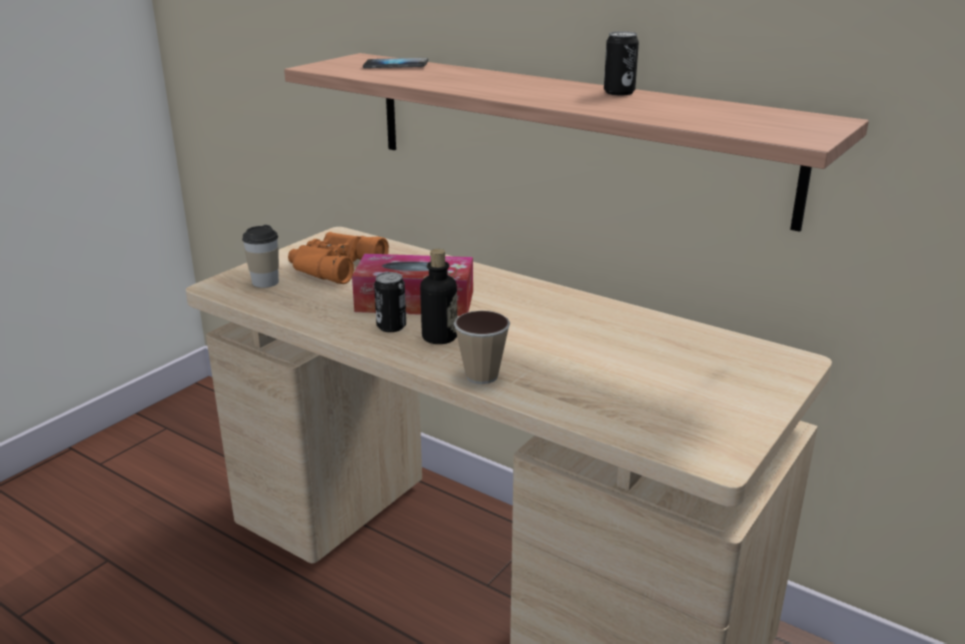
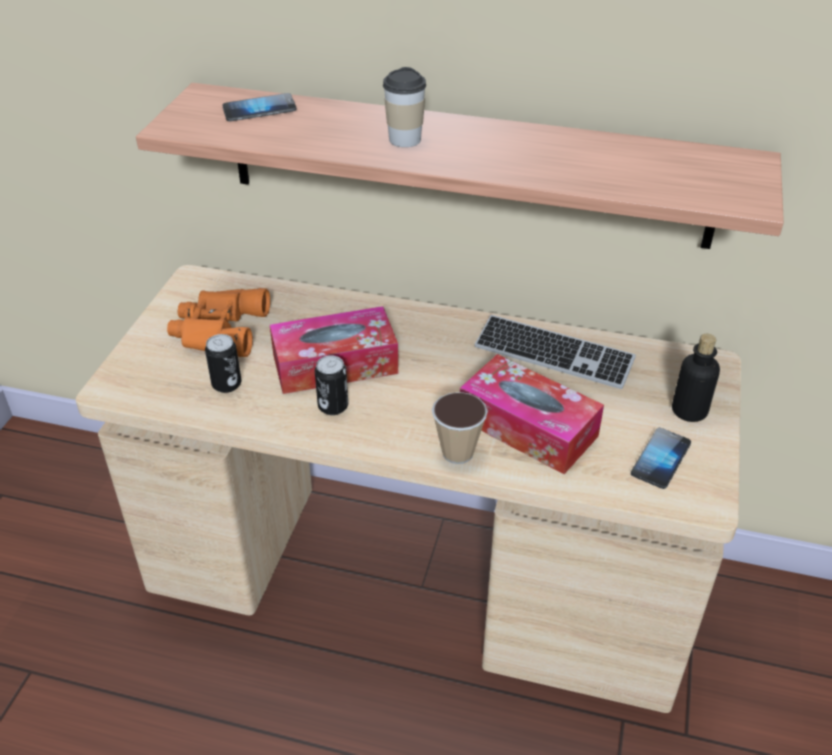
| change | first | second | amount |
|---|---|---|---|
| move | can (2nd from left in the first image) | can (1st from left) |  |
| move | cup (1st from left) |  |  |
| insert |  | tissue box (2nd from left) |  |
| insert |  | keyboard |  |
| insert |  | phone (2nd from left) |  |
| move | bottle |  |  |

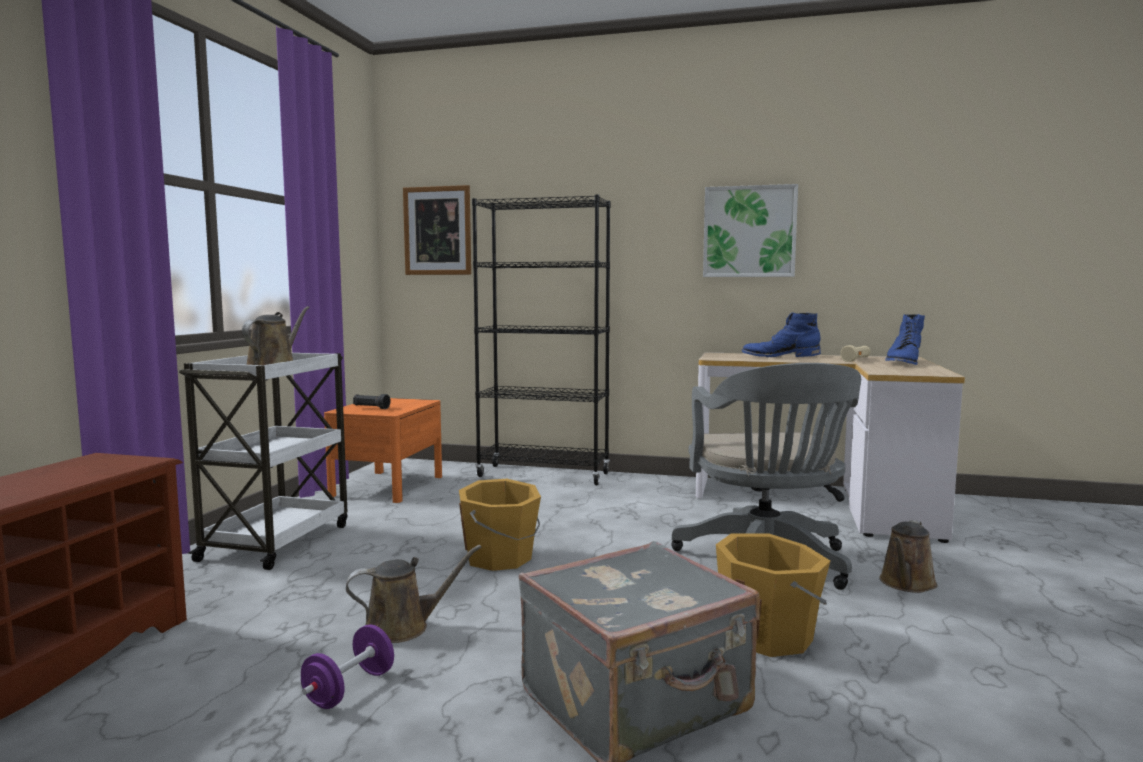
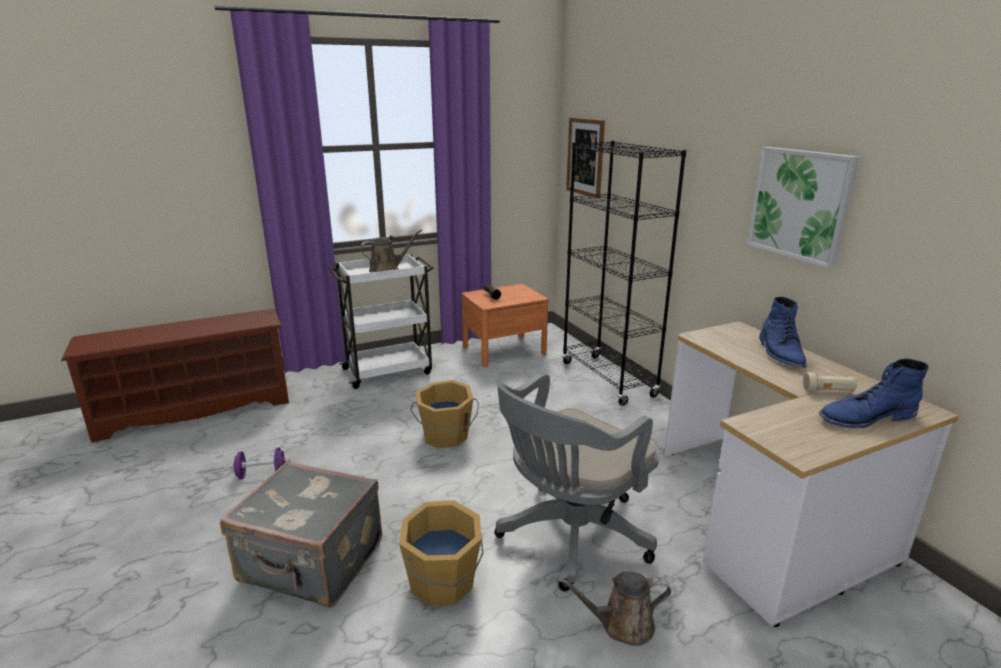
| change | first | second | amount |
|---|---|---|---|
| rotate | blue boot (1st from left) |  | 150 degrees counterclockwise |
| delete | brown watering can (2nd from left) |  |  |

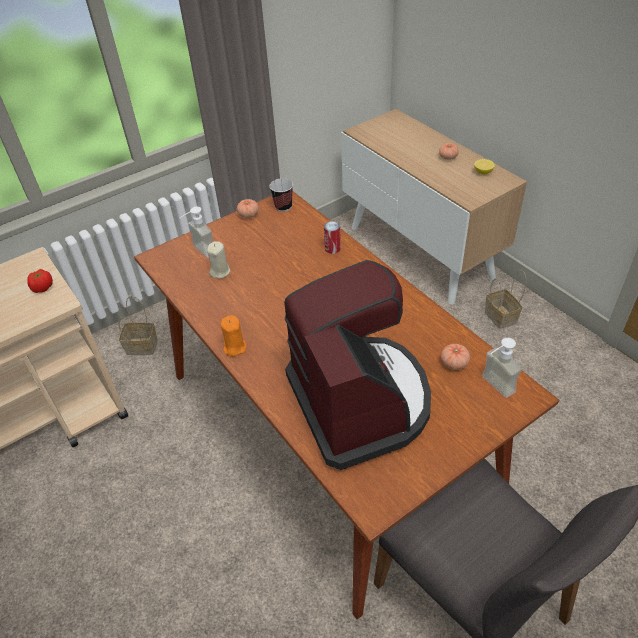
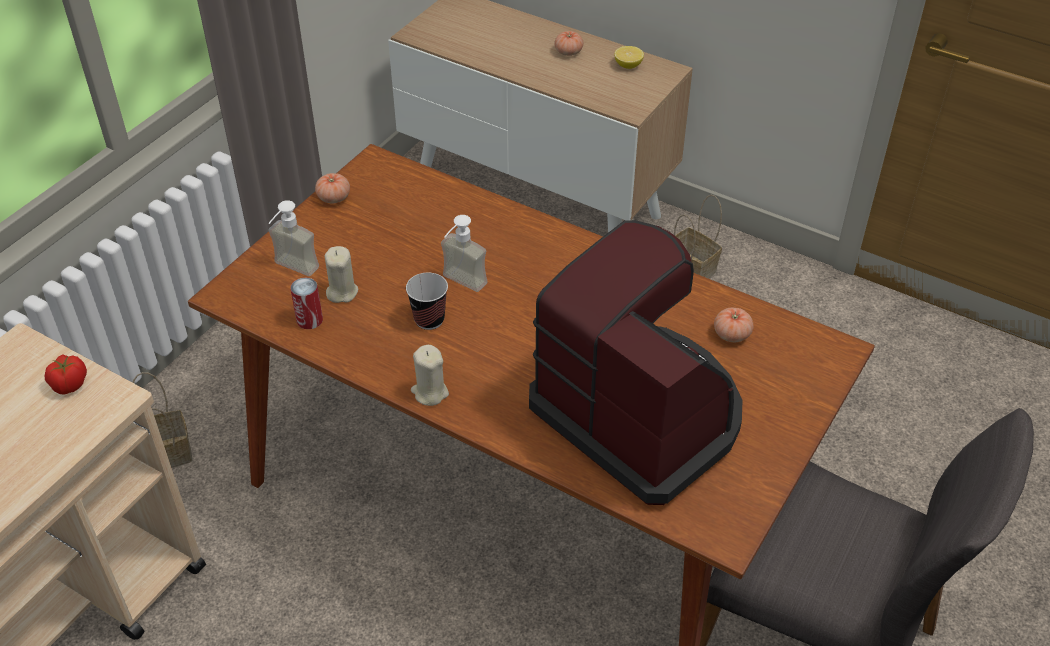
| change | first | second | amount |
|---|---|---|---|
| move | can |  |  |
| move | cup |  |  |
| recolor | orange candle | beige candle (2nd from left) |  |
| move | soap dispenser (2nd from left) |  |  |

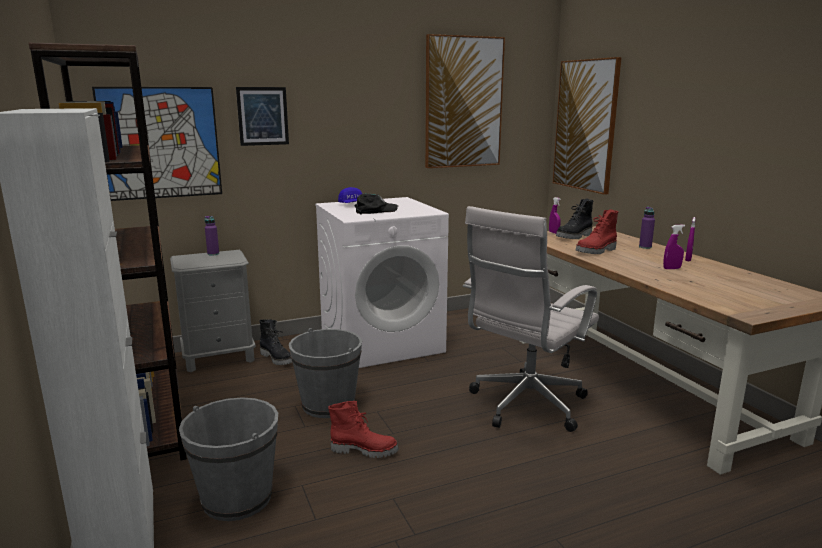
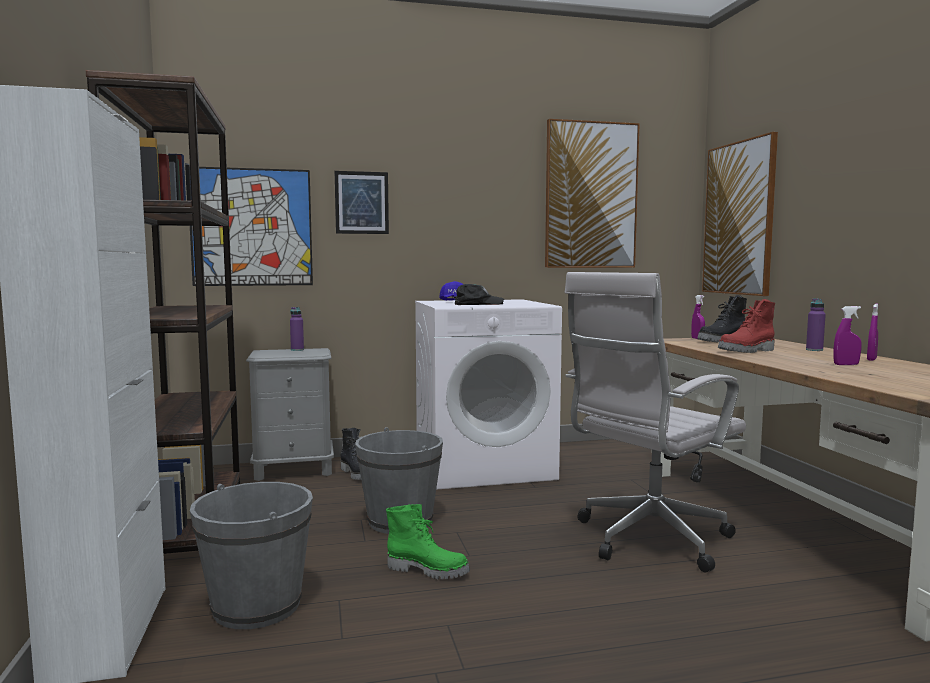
| change | first | second | amount |
|---|---|---|---|
| recolor | red boot (1st from left) | green boot |  |

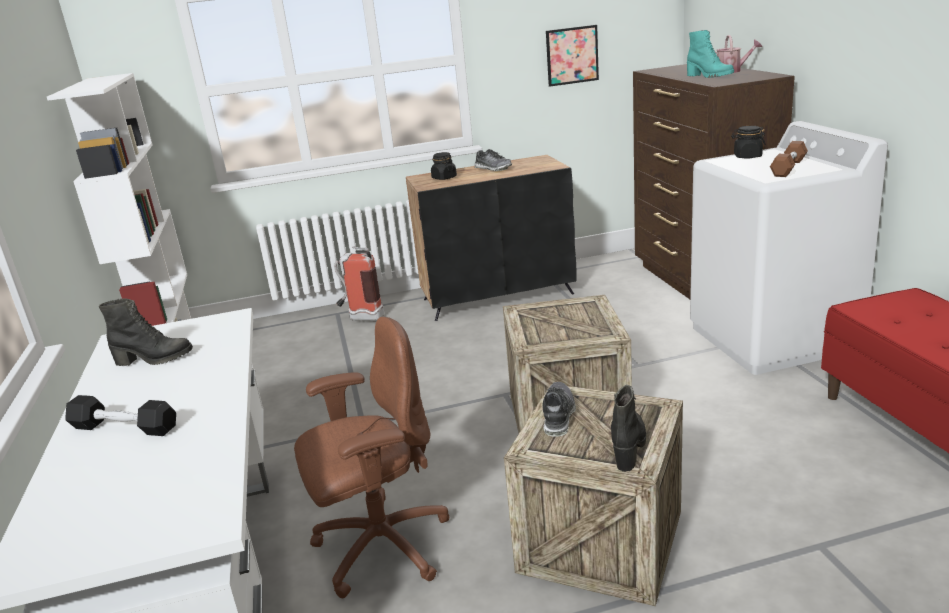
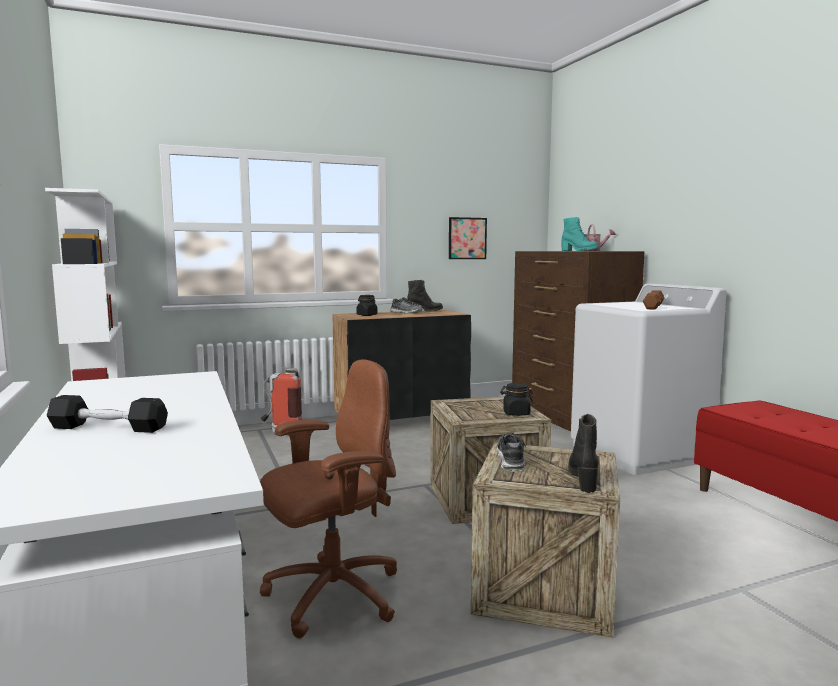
| change | first | second | amount |
|---|---|---|---|
| move | black boot (1st from left) |  |  |
| move | black jar (2nd from left) |  |  |

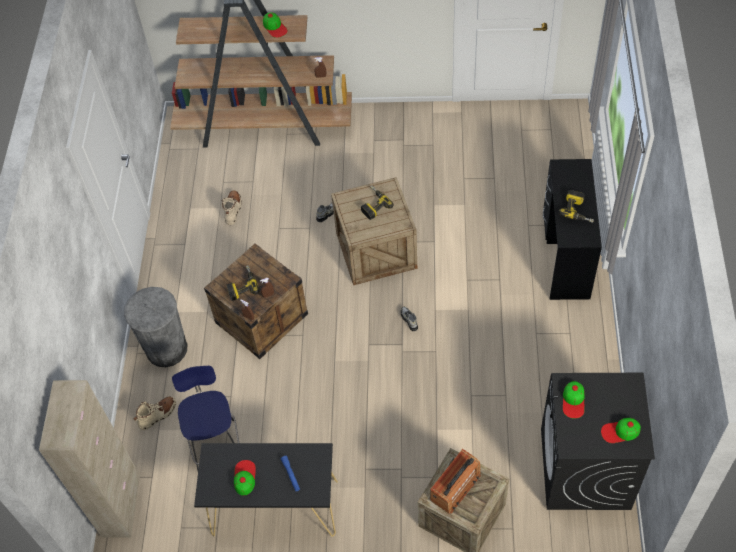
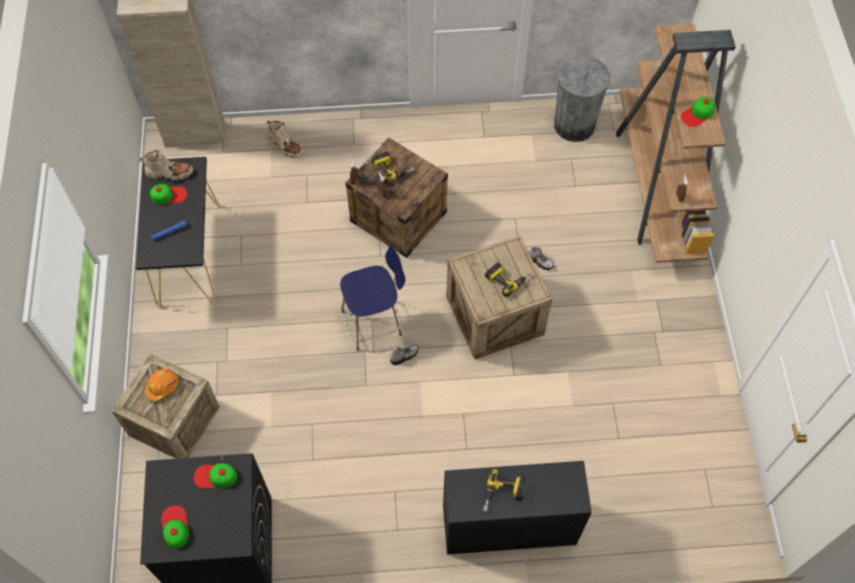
| change | first | second | amount |
|---|---|---|---|
| move | beige boot (2nd from left in the first image) | beige boot (1st from left) |  |
| replace | radio | orange hard hat |  |
| move | blue stool |  |  |
| move | grey trash can |  |  |

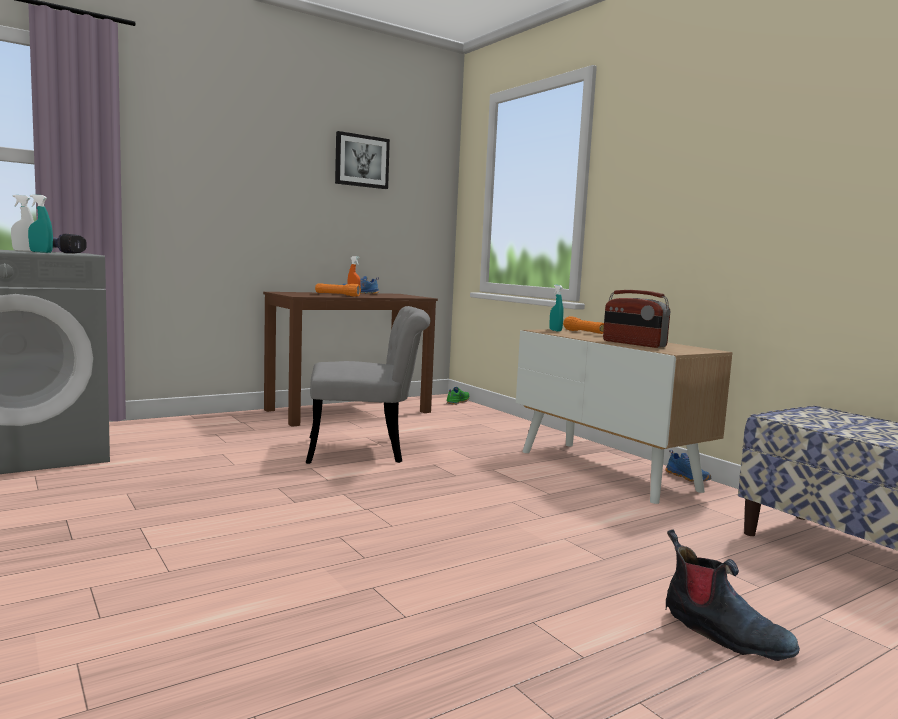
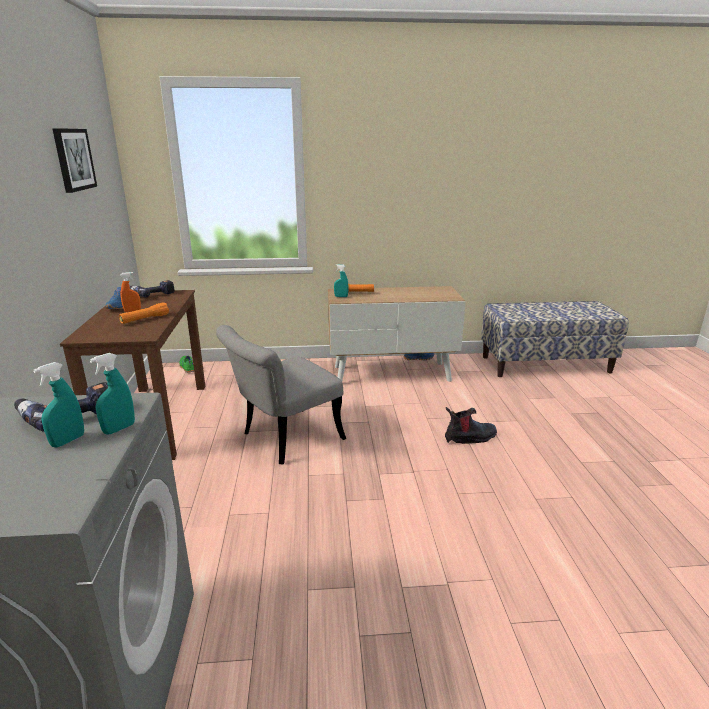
| change | first | second | amount |
|---|---|---|---|
| recolor | white spray bottle | turquoise spray bottle (1st from left) |  |
| insert |  | power drill (2nd from left) |  |
| rotate | grey chair |  | 150 degrees counterclockwise |
| move | boot |  |  |
| delete | radio |  |  |

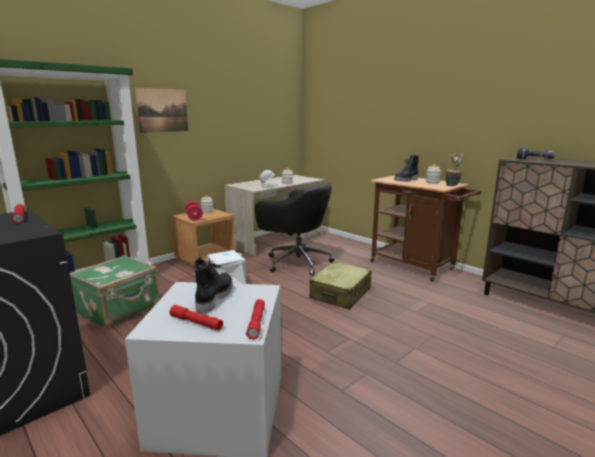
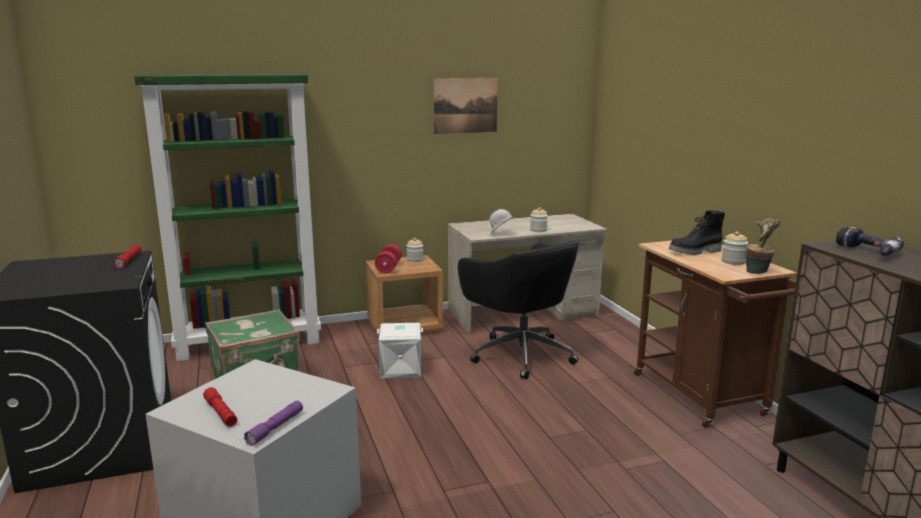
| change | first | second | amount |
|---|---|---|---|
| recolor | red flashlight (3rd from left) | purple flashlight |  |
| move | picture |  |  |
| delete | black boot (1st from left) |  |  |
| delete | beige suitcase |  |  |

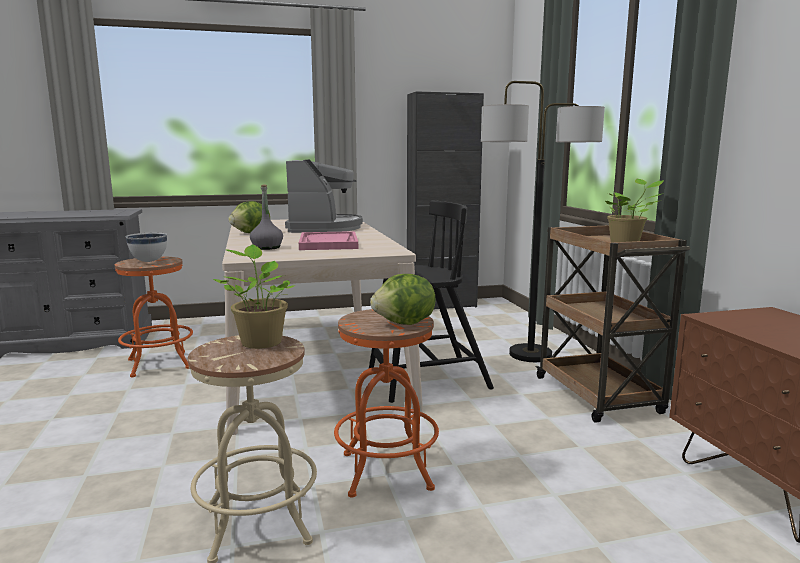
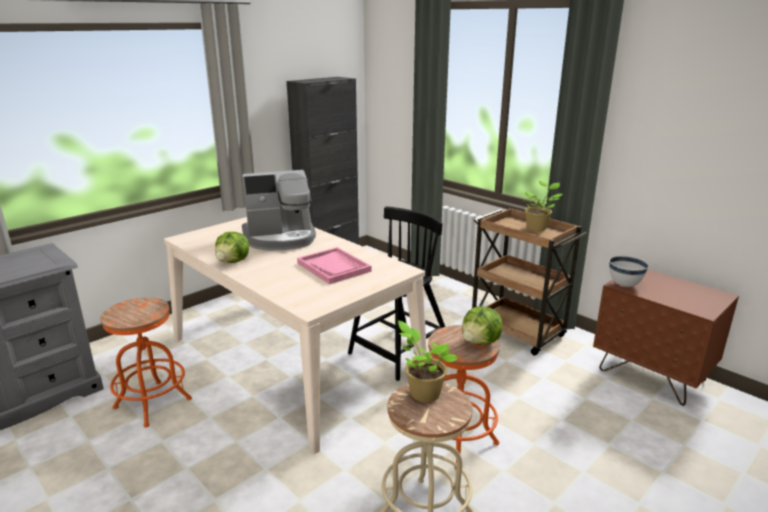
| change | first | second | amount |
|---|---|---|---|
| rotate | coffee machine |  | 105 degrees clockwise |
| move | white bowl |  |  |
| delete | grey bottle |  |  |
| delete | floor lamp |  |  |

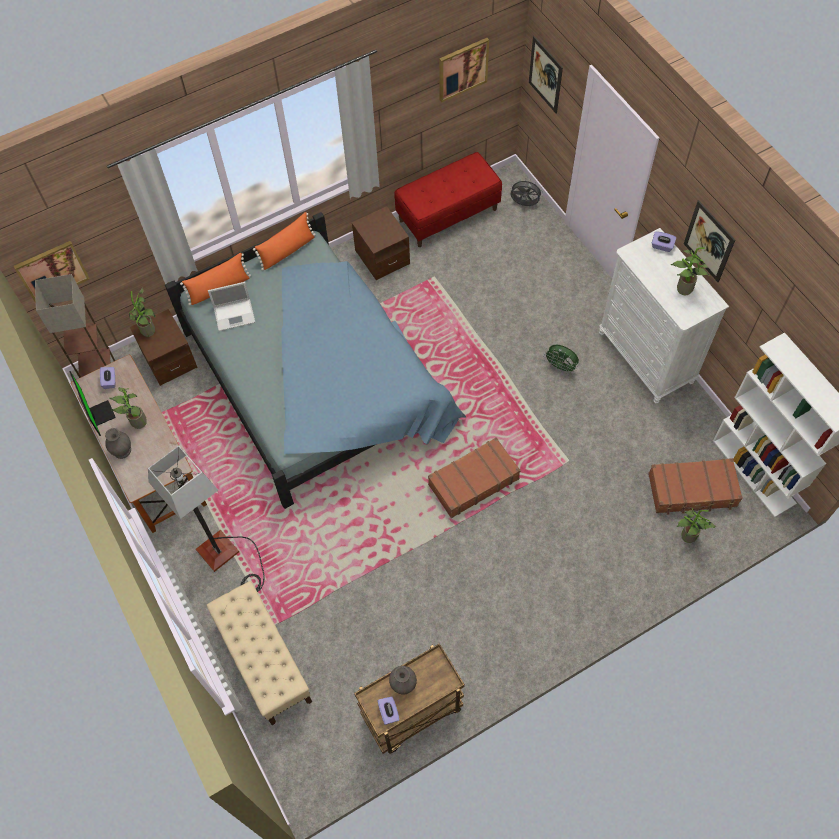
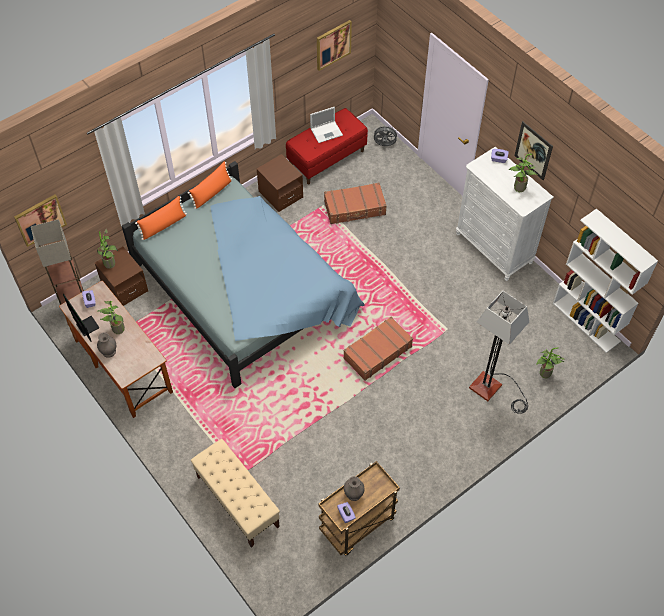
| change | first | second | amount |
|---|---|---|---|
| move | laptop |  |  |
| move | brown suitcase (2nd from left in the first image) | brown suitcase (1st from left) |  |
| move | floor lamp (2nd from left) |  |  |
| delete | picture (3rd from left) |  |  |
| delete | green fan |  |  |

